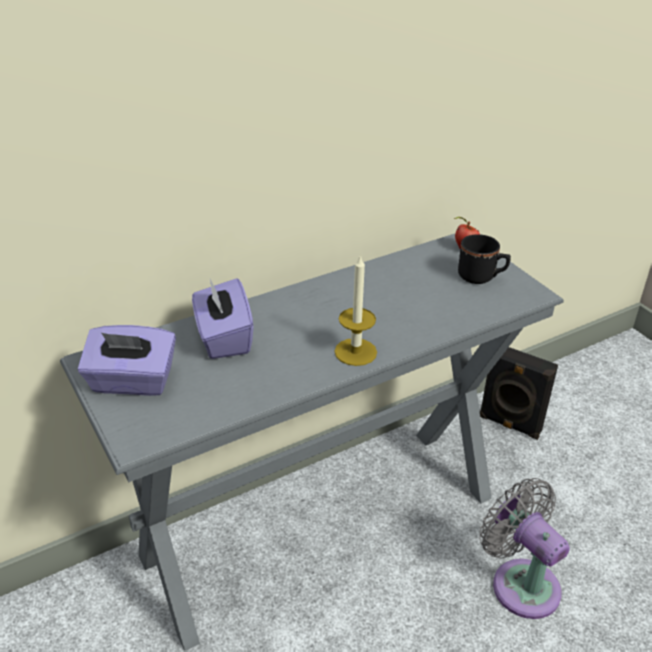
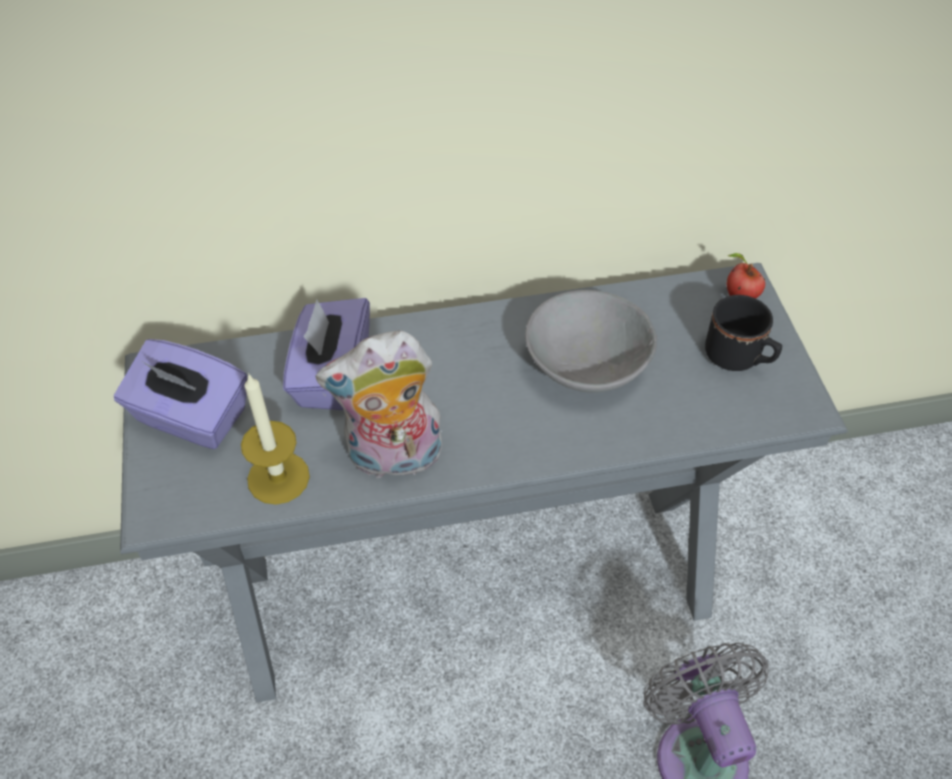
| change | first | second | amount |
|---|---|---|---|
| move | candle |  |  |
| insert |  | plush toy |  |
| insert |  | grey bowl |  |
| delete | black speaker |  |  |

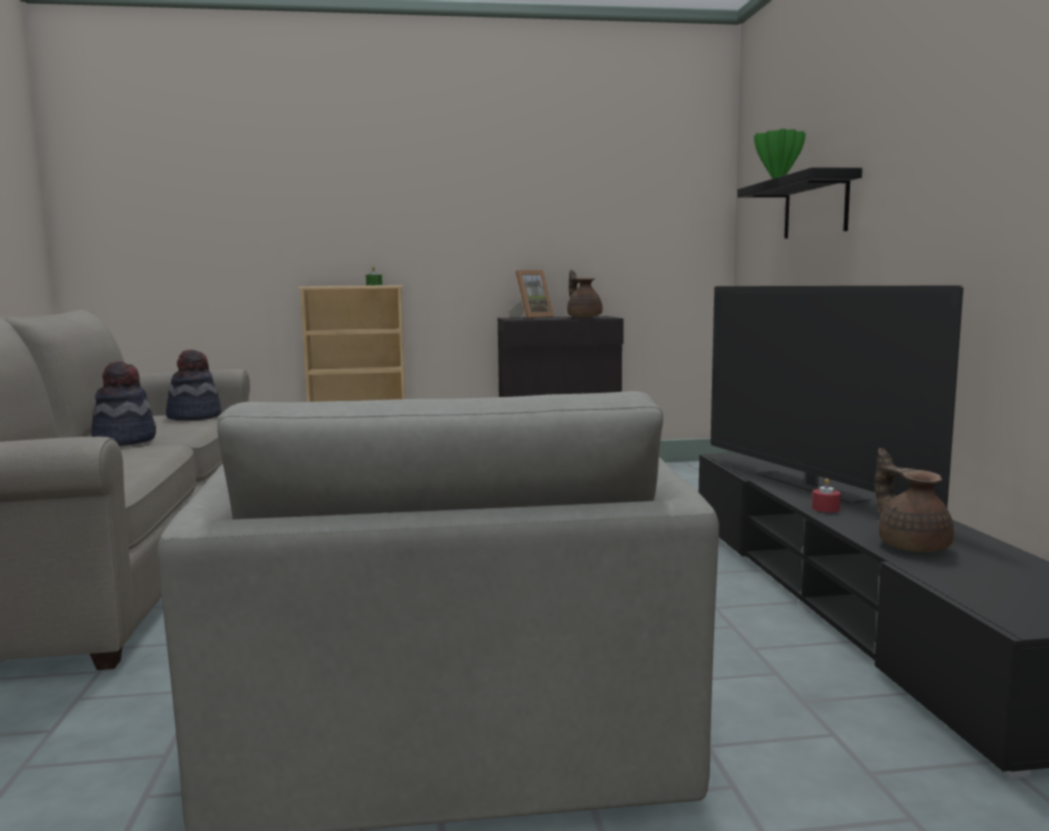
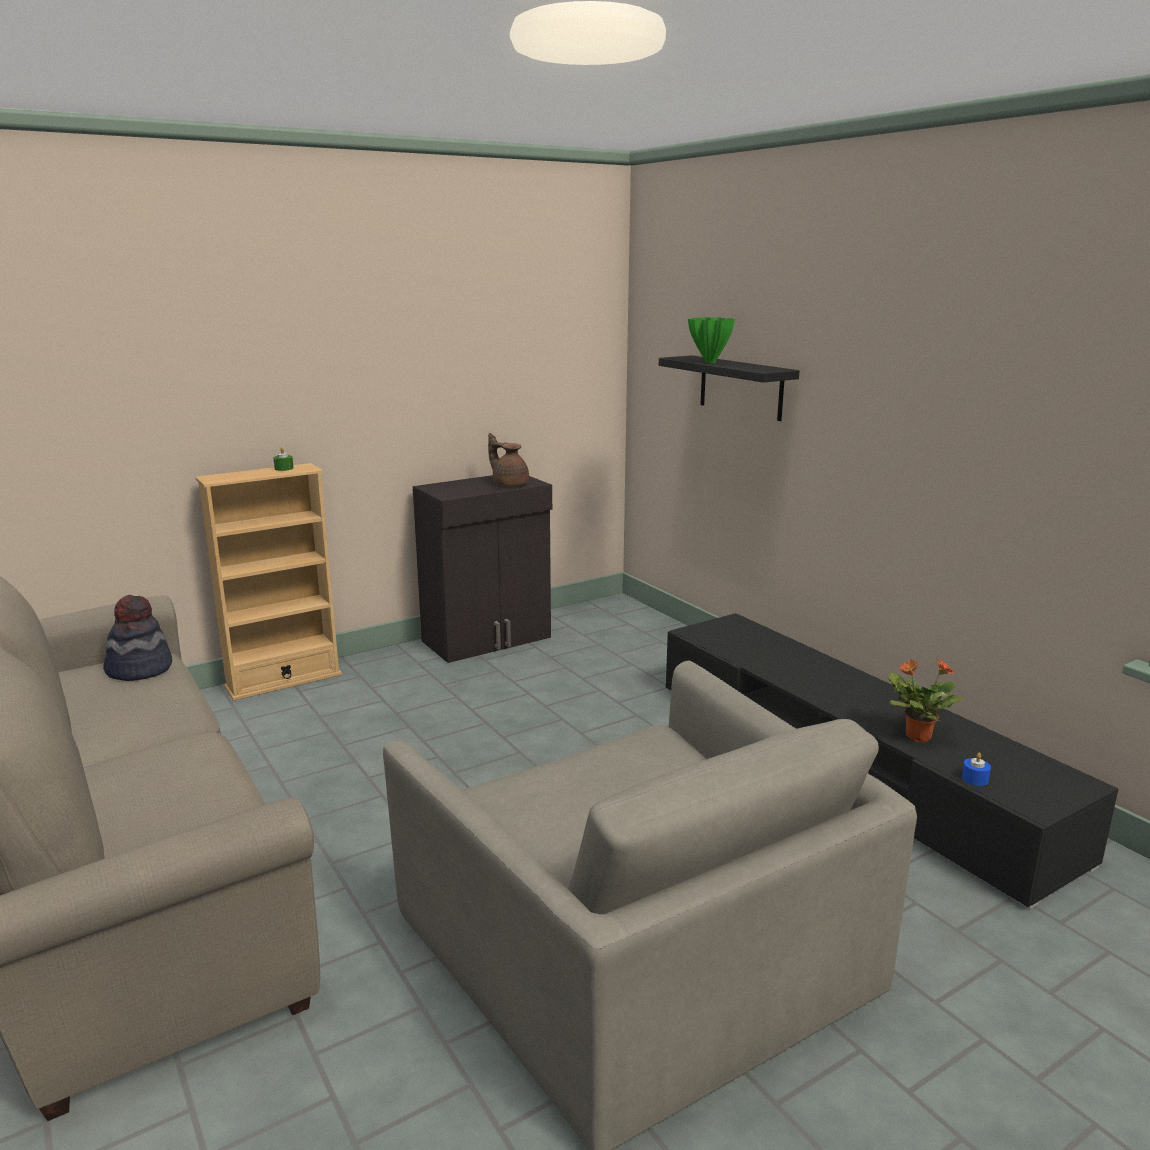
| change | first | second | amount |
|---|---|---|---|
| replace | brown teapot (2nd from left) | potted plant |  |
| insert |  | blue candle |  |
| delete | hat (1st from left) |  |  |
| delete | picture frame |  |  |
| delete | television |  |  |
| delete | red candle |  |  |

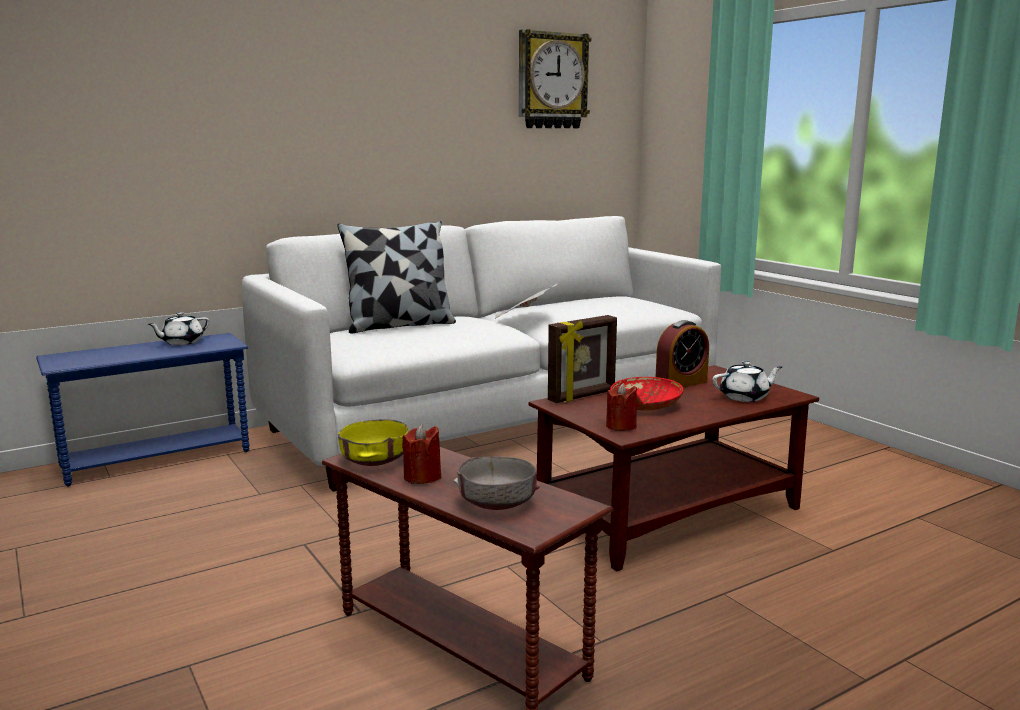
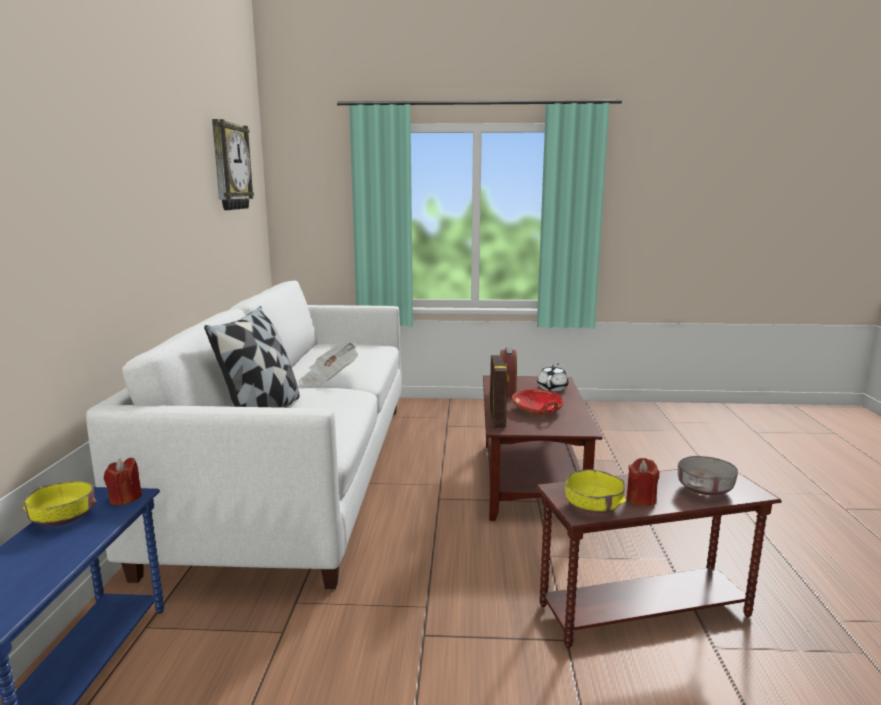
| change | first | second | amount |
|---|---|---|---|
| replace | white teapot (1st from left) | yellow bowl (1st from left) |  |
| move | red candle (2nd from left in the first image) | red candle (1st from left) |  |

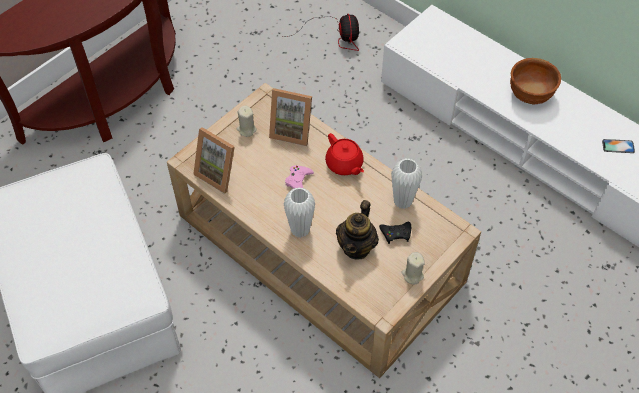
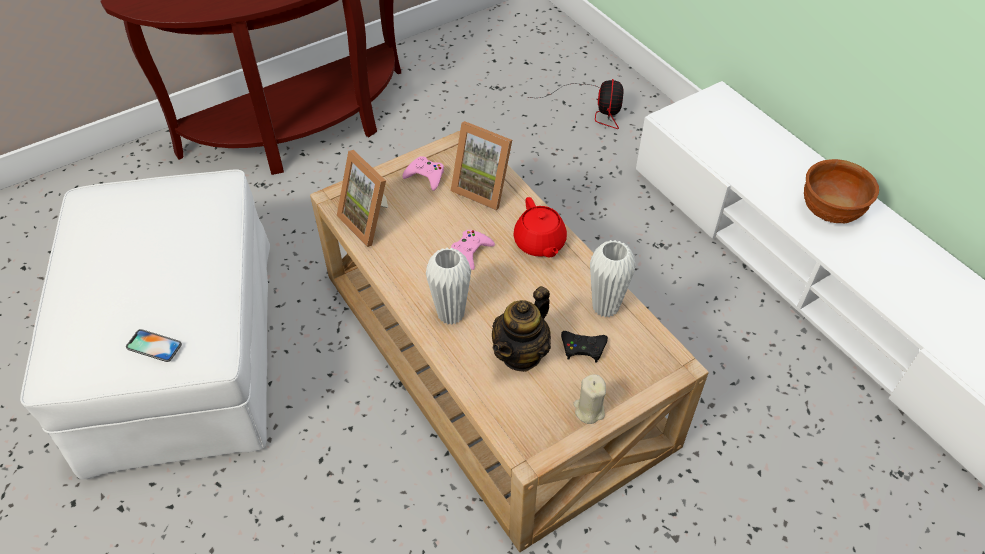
| change | first | second | amount |
|---|---|---|---|
| move | phone |  |  |
| replace | beige candle (1st from left) | pink game controller (1st from left) |  |

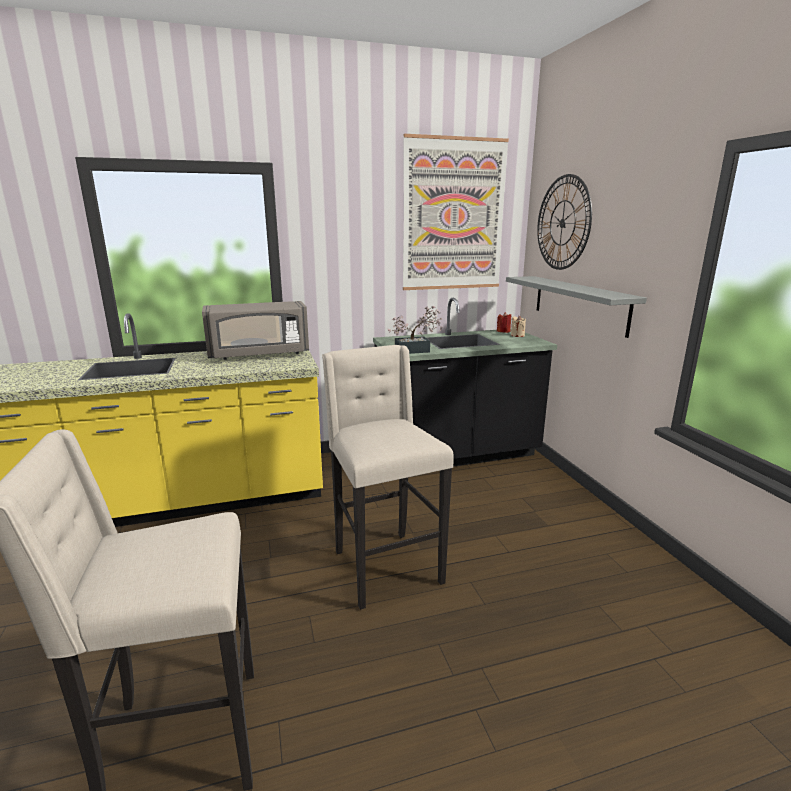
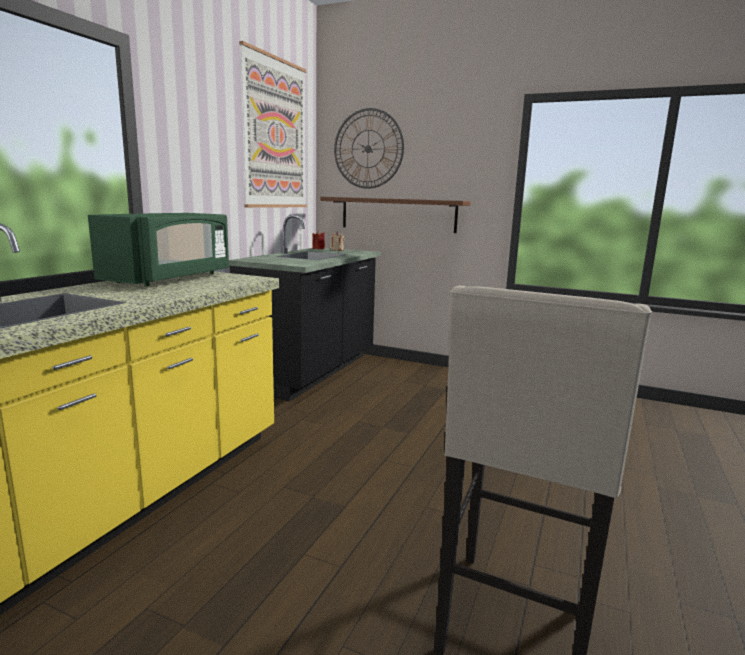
| change | first | second | amount |
|---|---|---|---|
| recolor | grey microwave | green microwave |  |
| recolor | grey shelf | brown shelf |  |
| delete | beige stool (2nd from left) |  |  |
| delete | potted plant |  |  |

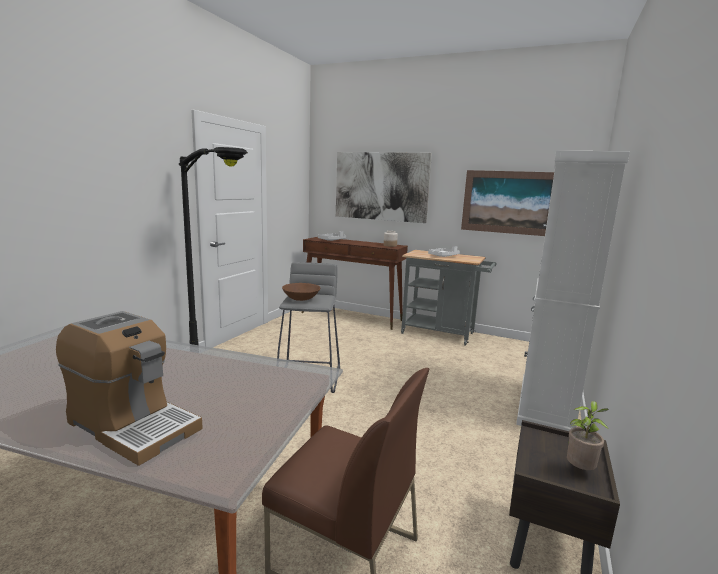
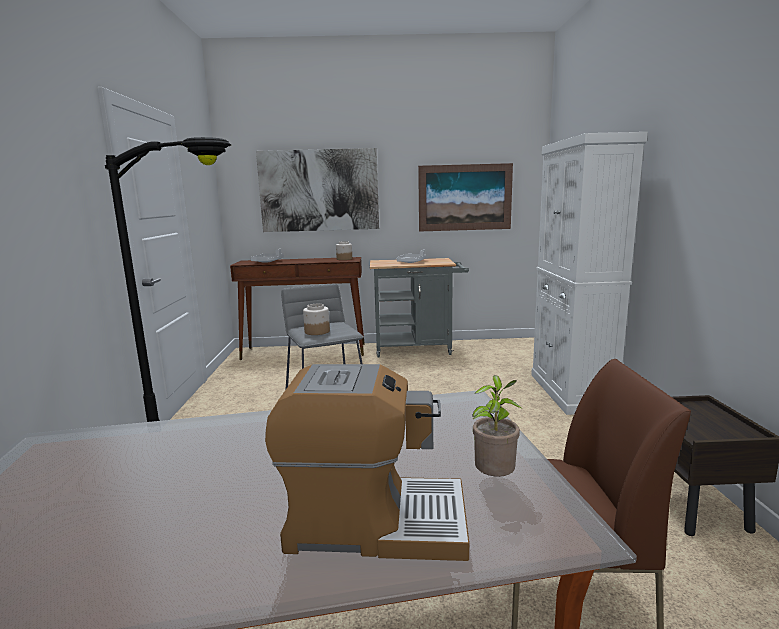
| change | first | second | amount |
|---|---|---|---|
| replace | brown bowl | jar (1st from left) |  |
| move | potted plant |  |  |

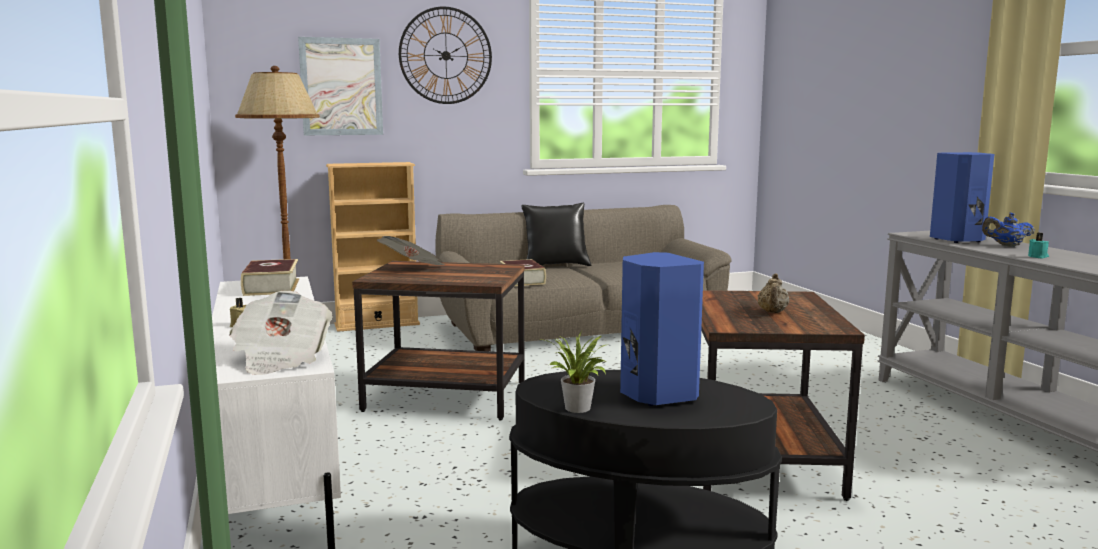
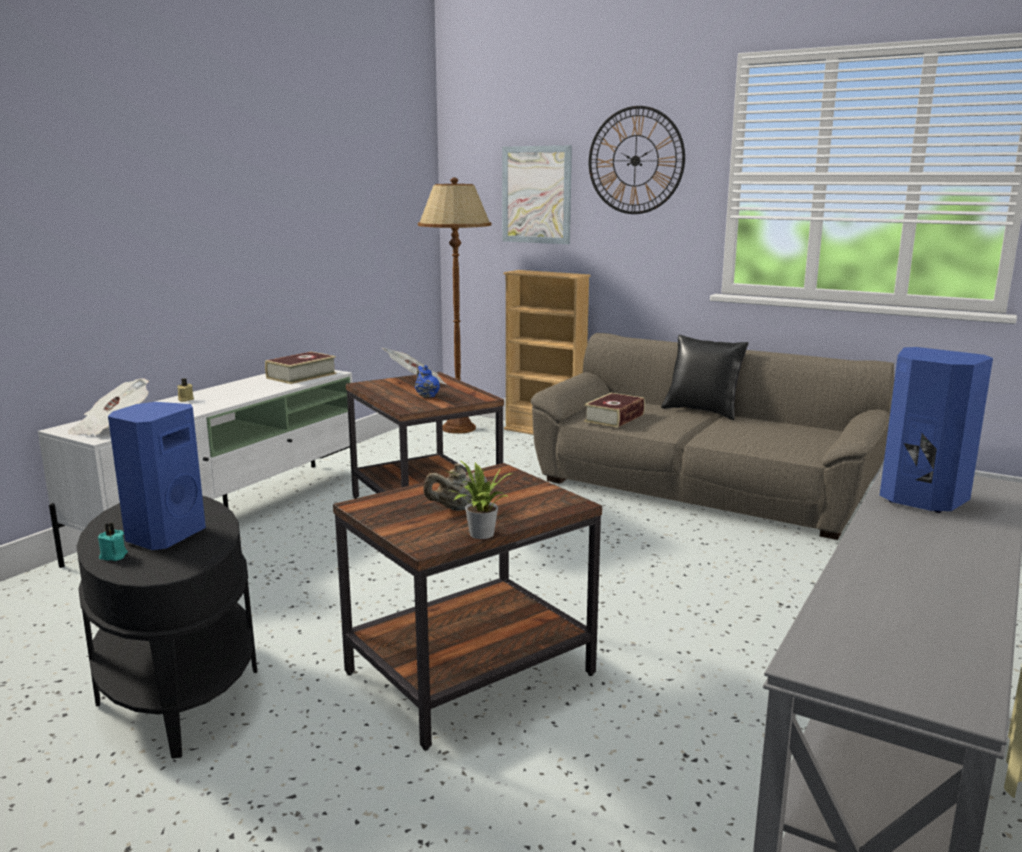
| change | first | second | amount |
|---|---|---|---|
| move | turquoise candle |  |  |
| move | blue teapot |  |  |
| move | potted plant |  |  |

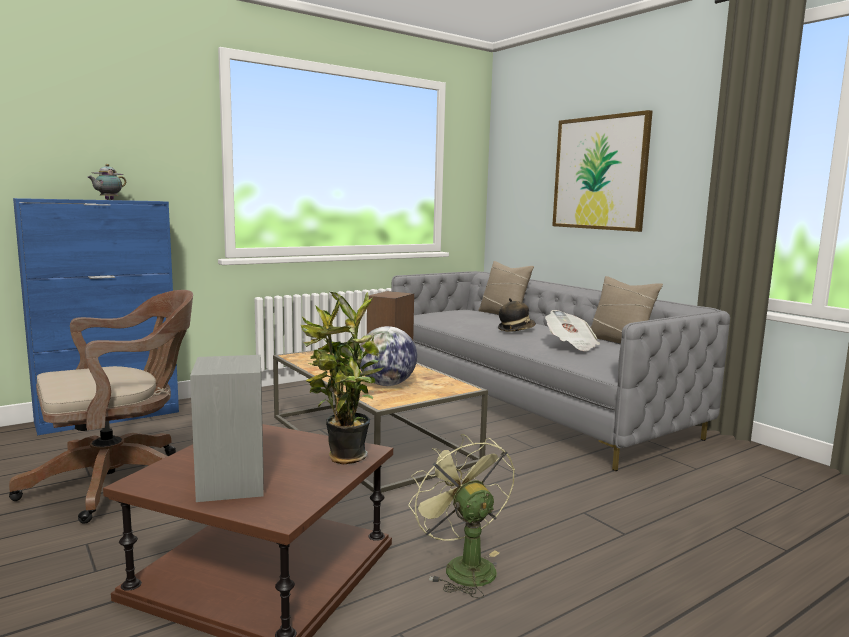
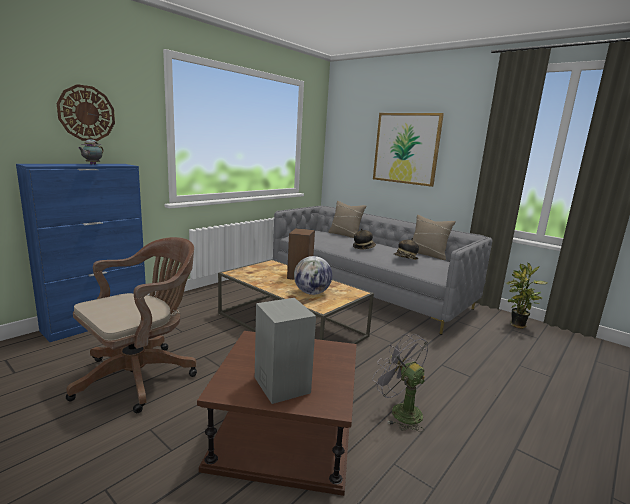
| change | first | second | amount |
|---|---|---|---|
| insert |  | wall clock |  |
| recolor | green fan | grey fan |  |
| replace | newspaper | hat (2nd from left) |  |
| move | potted plant |  |  |

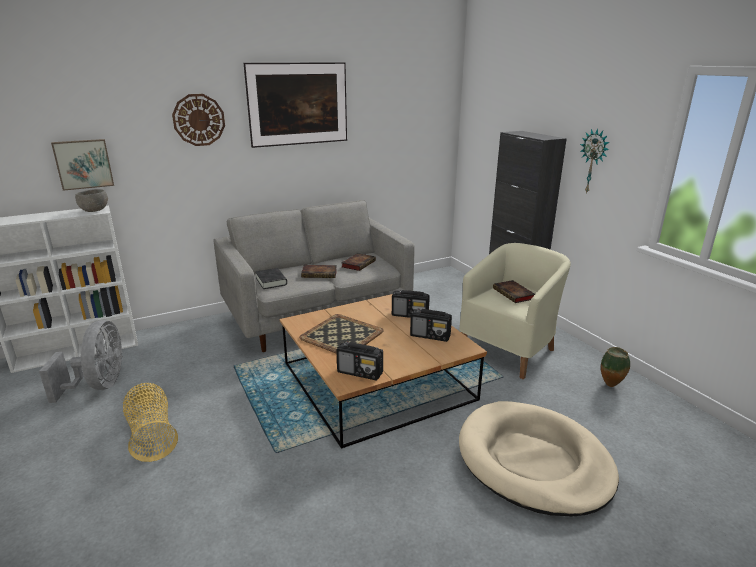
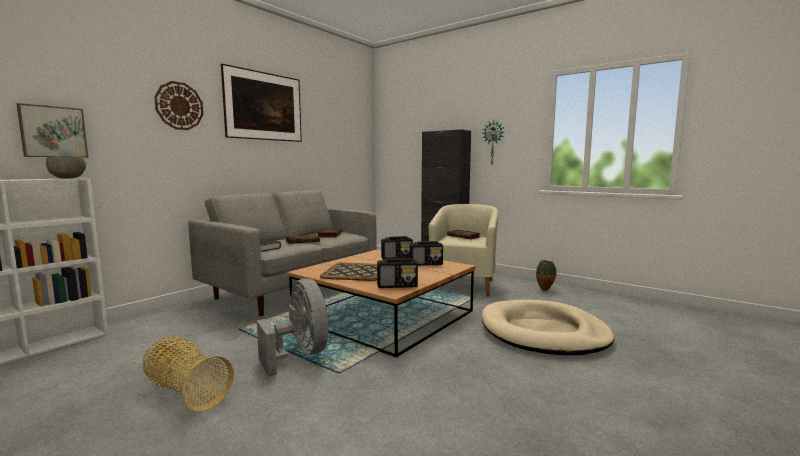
| change | first | second | amount |
|---|---|---|---|
| move | grey fan |  |  |

